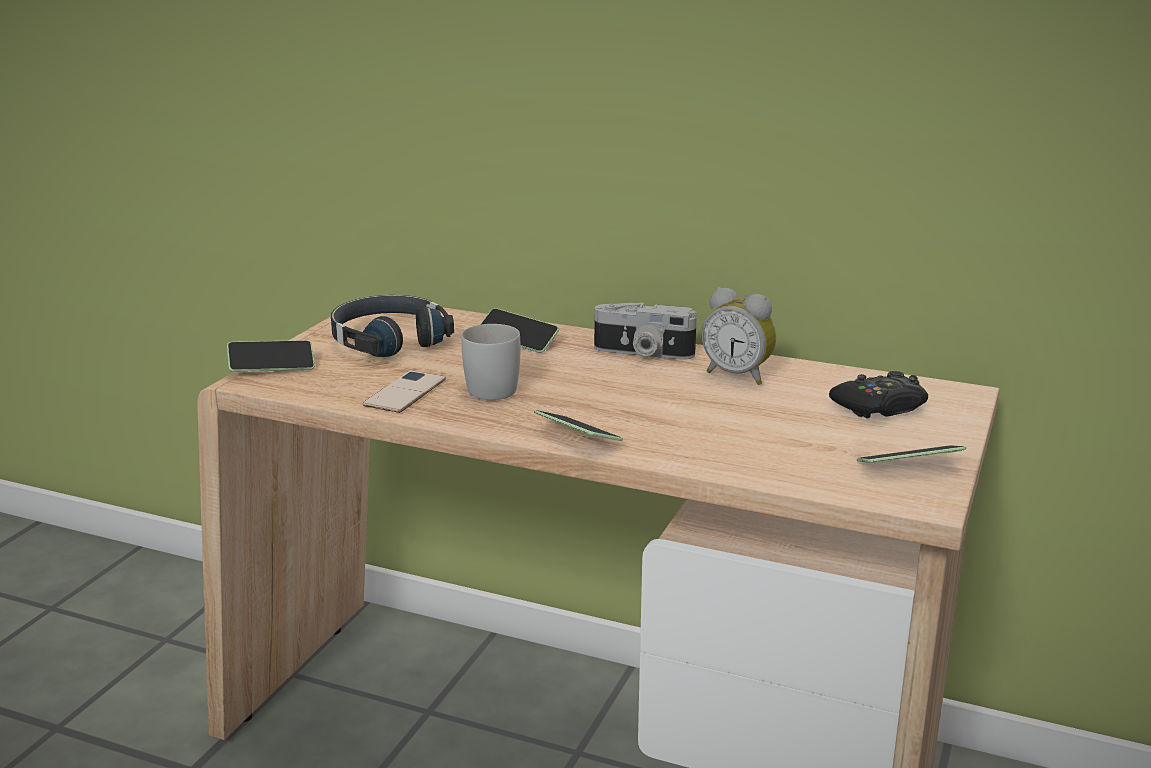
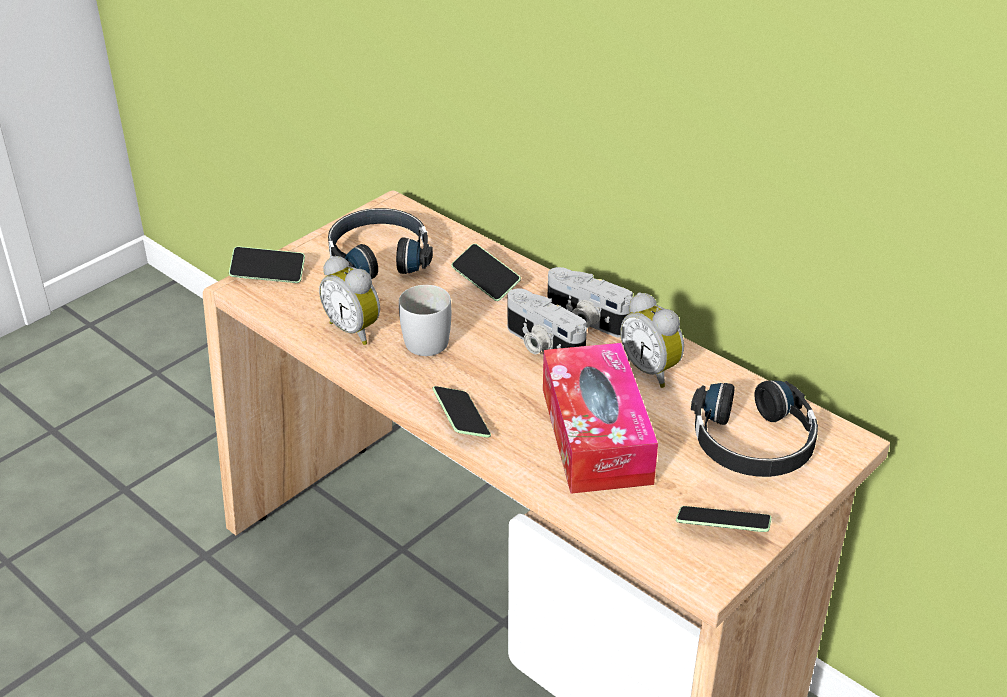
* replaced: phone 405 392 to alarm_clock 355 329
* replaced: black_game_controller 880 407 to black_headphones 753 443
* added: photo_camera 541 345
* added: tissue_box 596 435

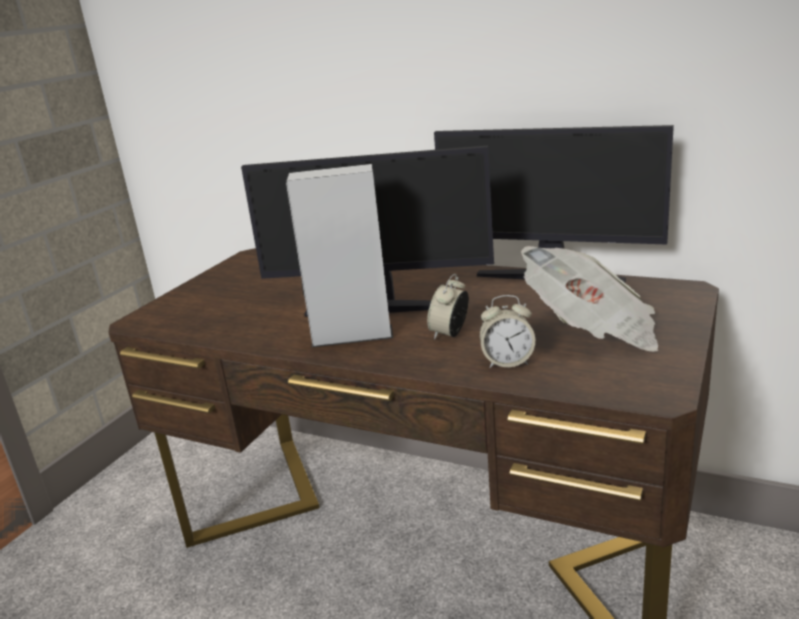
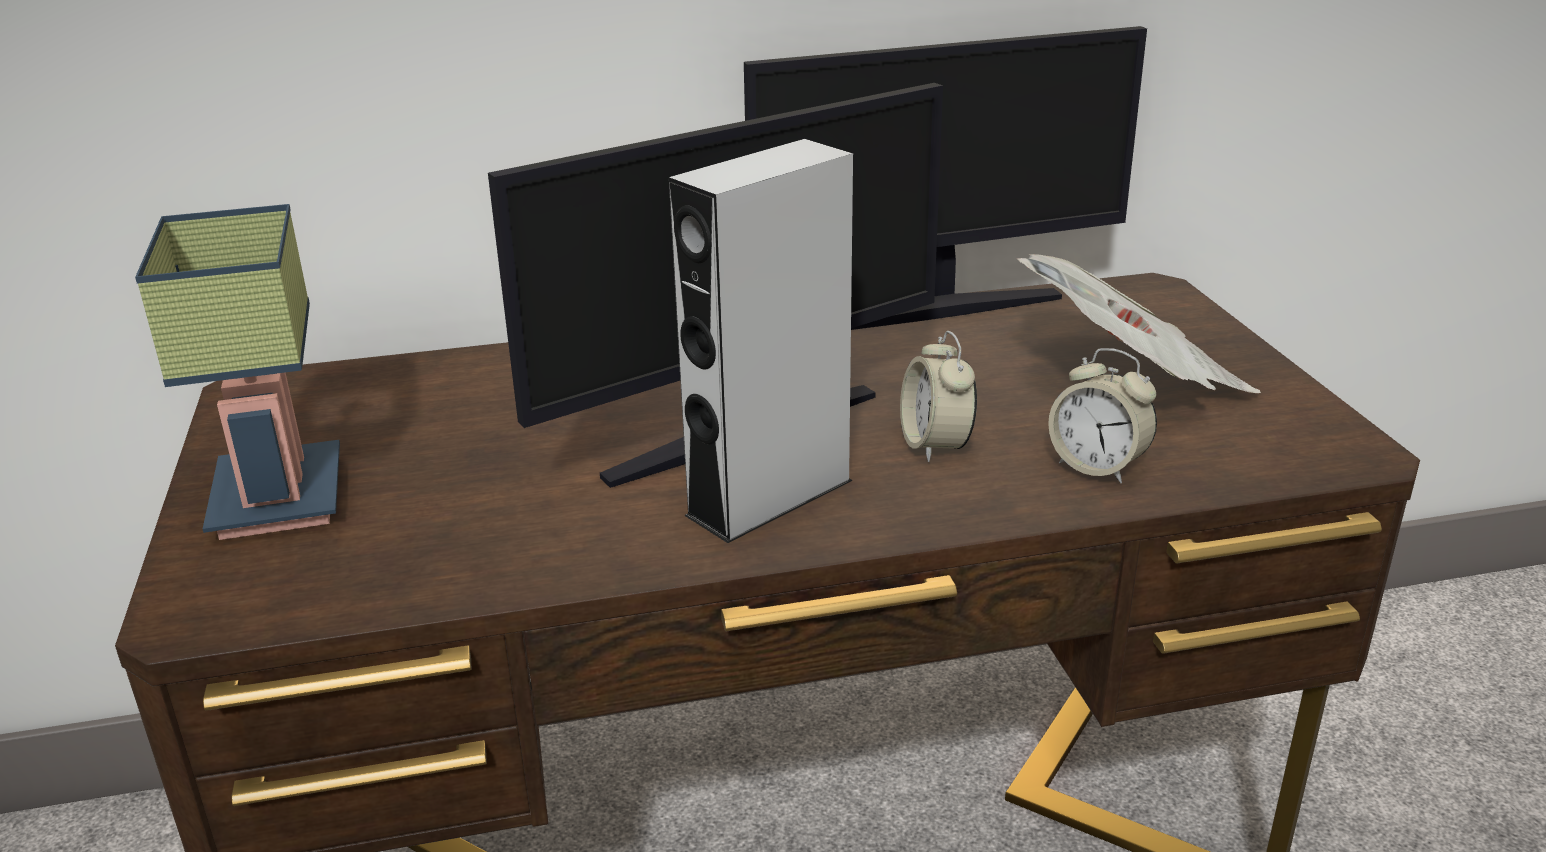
* turned: alarm_clock 507 362 = 1097 466 75 degrees clockwise
* added: table_lamp 286 501

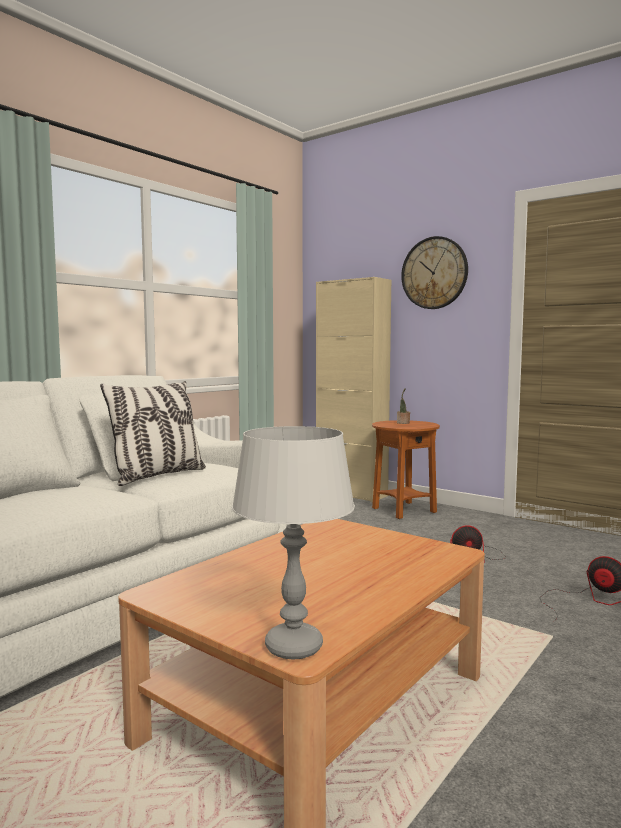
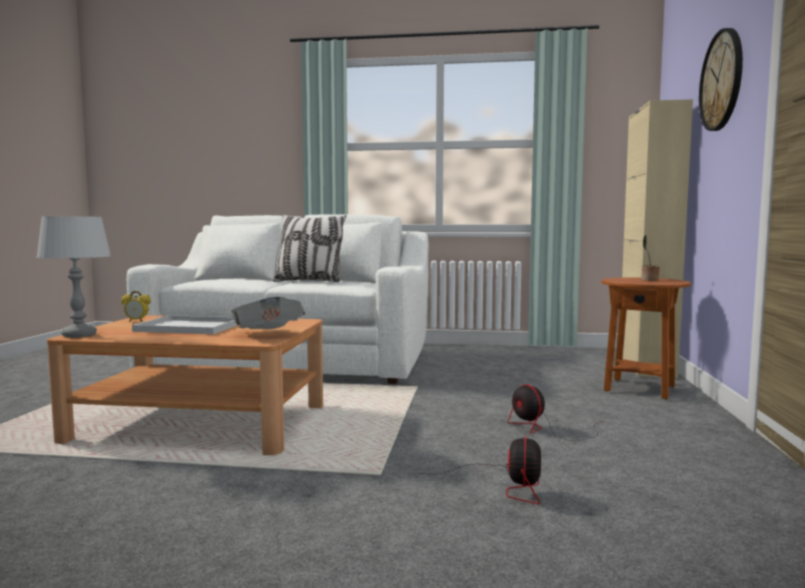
* added: alarm_clock 137 321
* added: white_tray 187 327
* added: newspaper 269 335

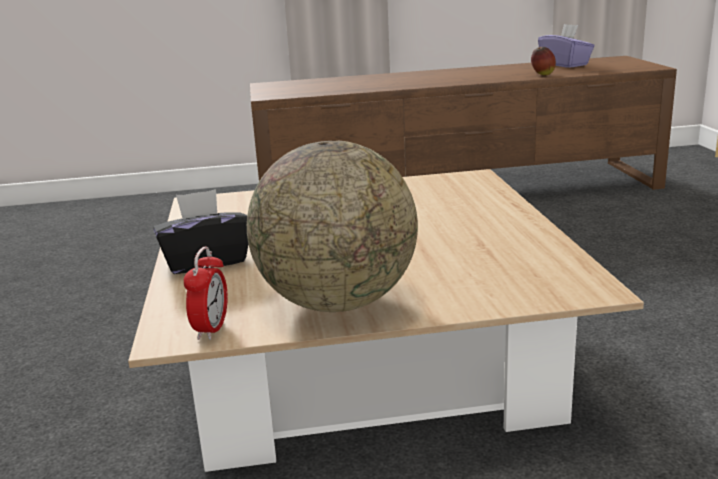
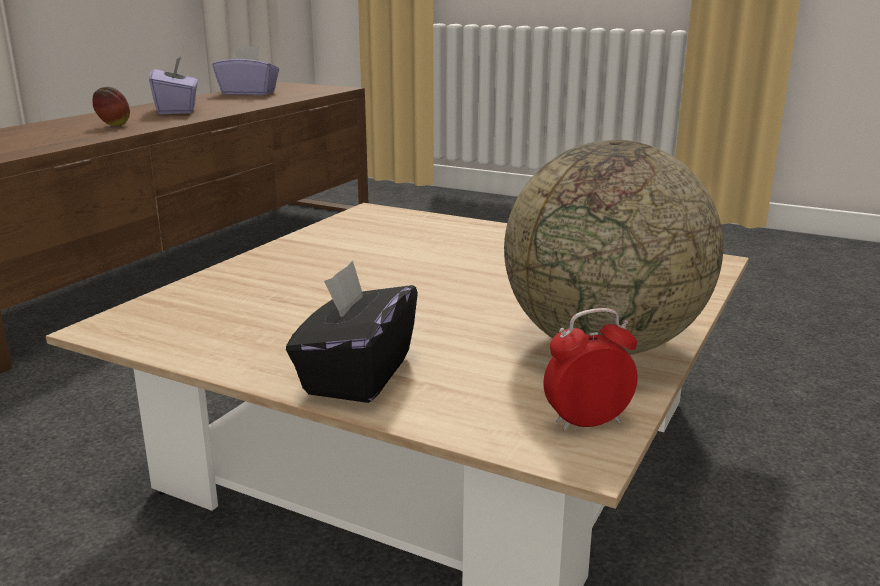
* turned: alarm_clock 211 329 = 587 422 60 degrees counterclockwise
* moved: apple 542 75 to 114 125
* added: purple_tissue_box 178 110

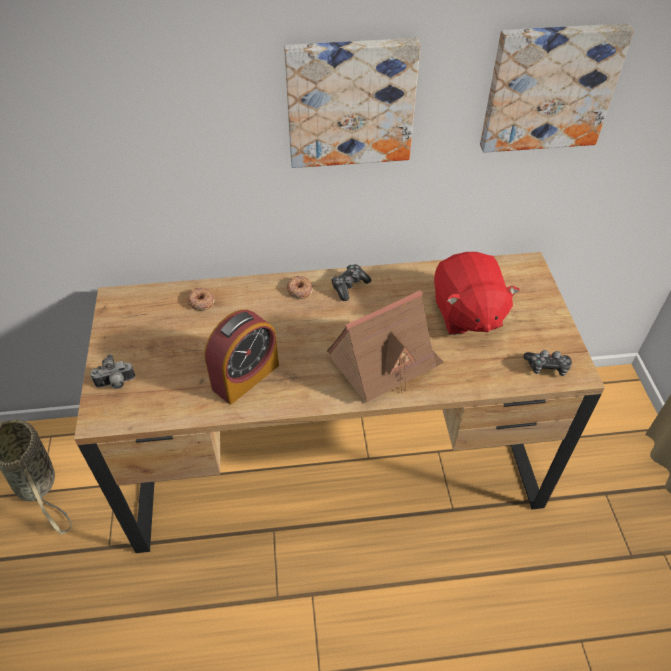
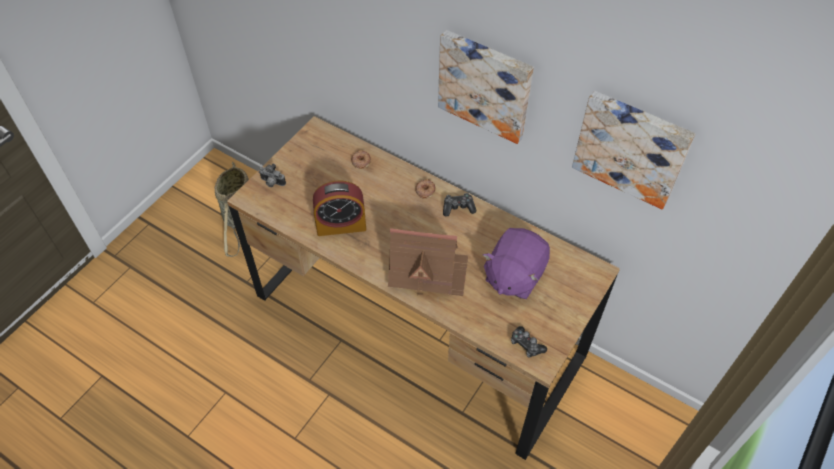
* recoloured: red_plush_toy 466 314 to purple_plush_toy 513 275

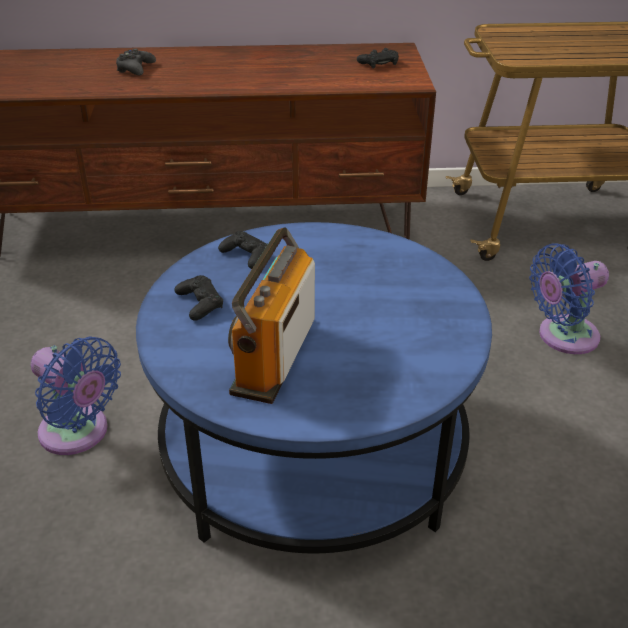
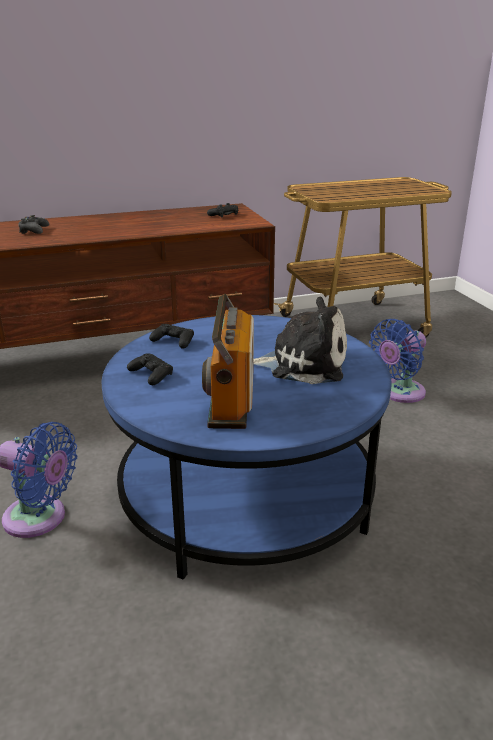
* added: plush_toy 302 363

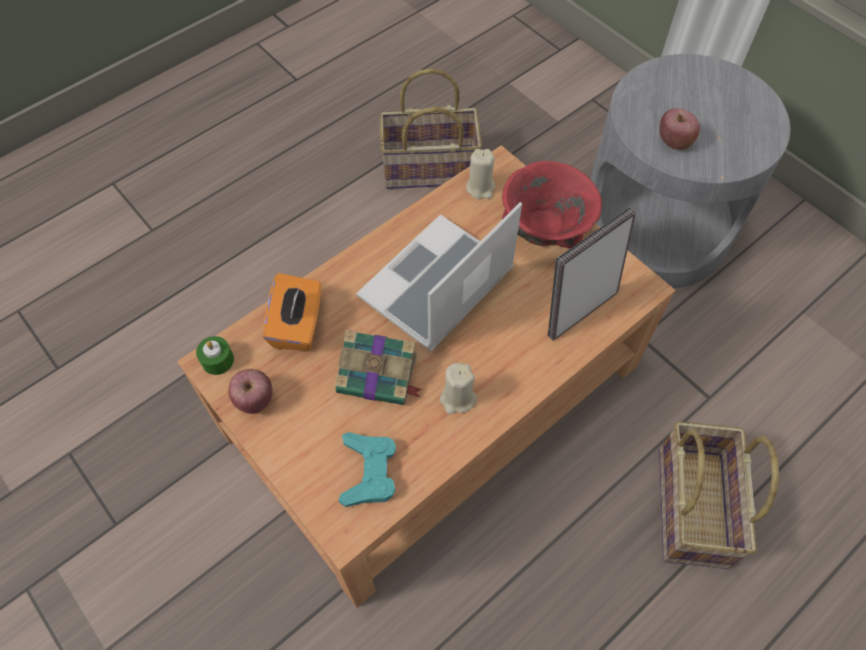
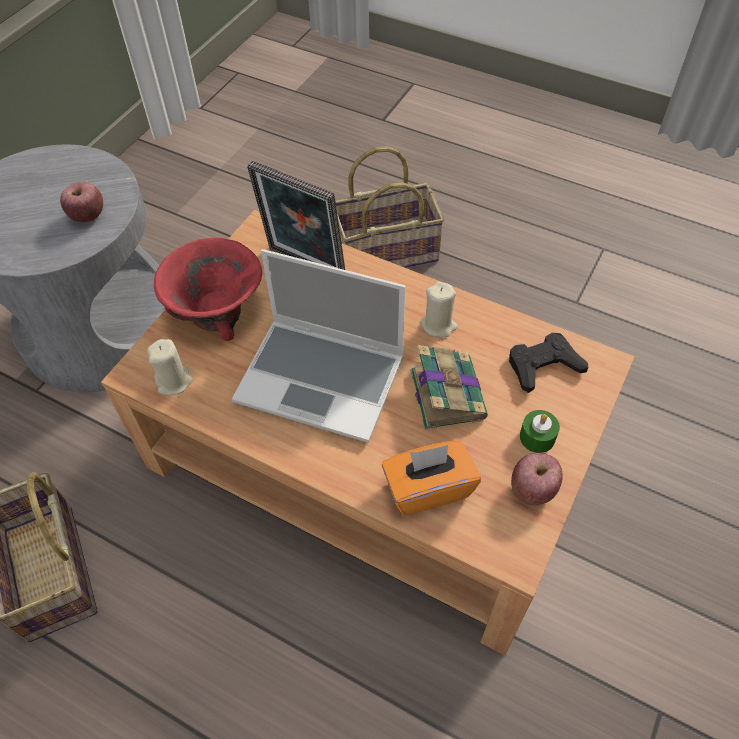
* moved: green_candle 217 360 to 537 437
* recoloured: turquoise_game_controller 368 471 to black_game_controller 543 366

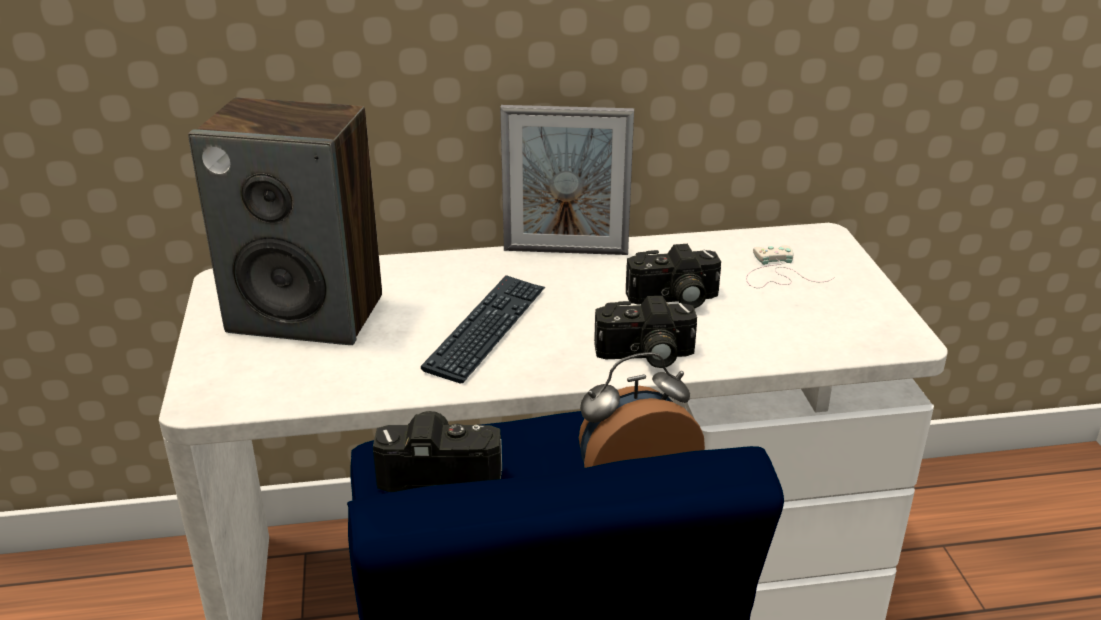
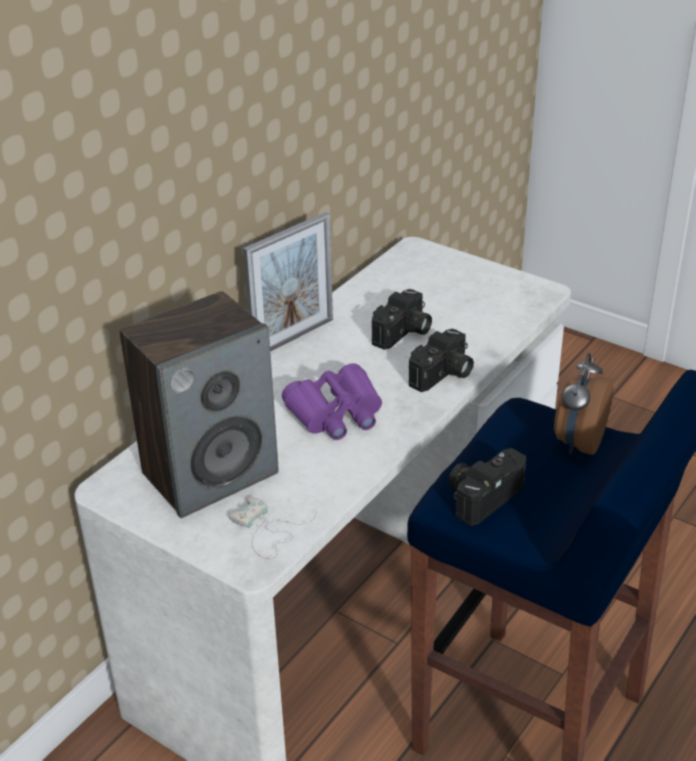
* replaced: keyboard 486 329 to purple_binoculars 336 414
* moved: white_game_controller 776 273 to 268 531

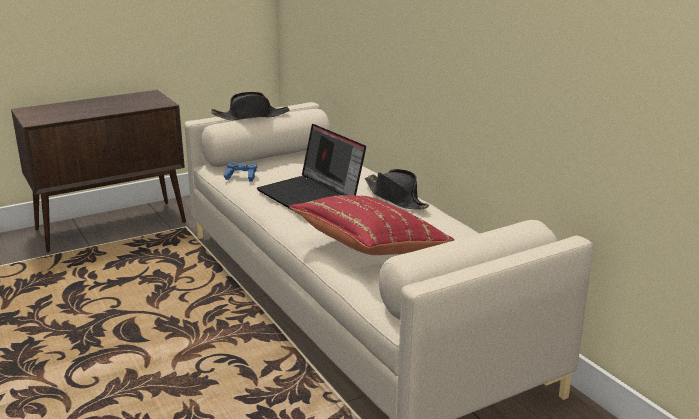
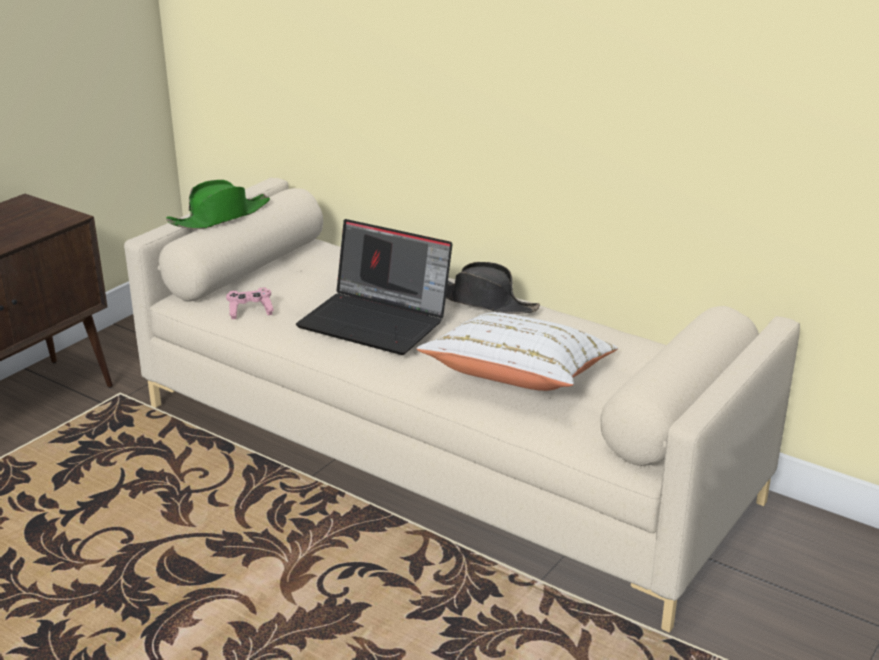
* recoloured: black_hat 251 116 to green_hat 220 217
* recoloured: blue_game_controller 241 177 to pink_game_controller 250 311
* recoloured: red_pillow 370 248 to white_pillow 518 379

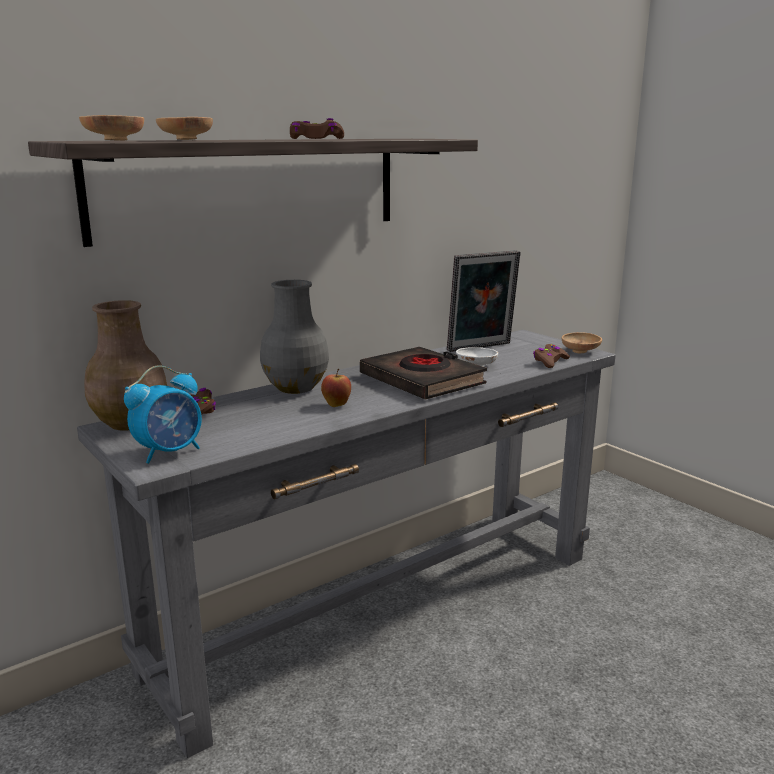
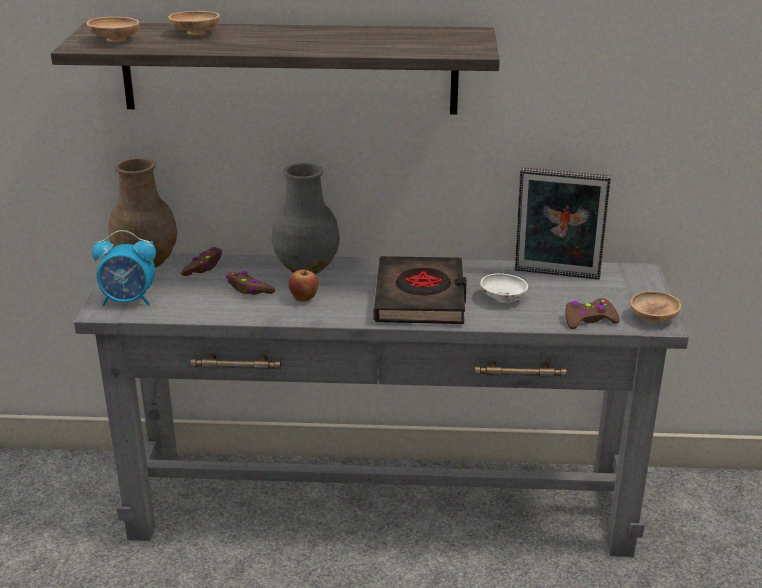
* moved: brown_game_controller 316 139 to 249 289

